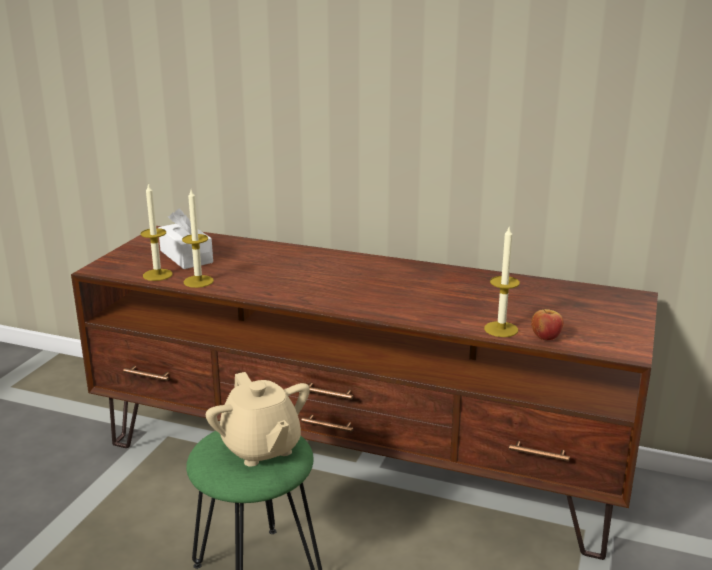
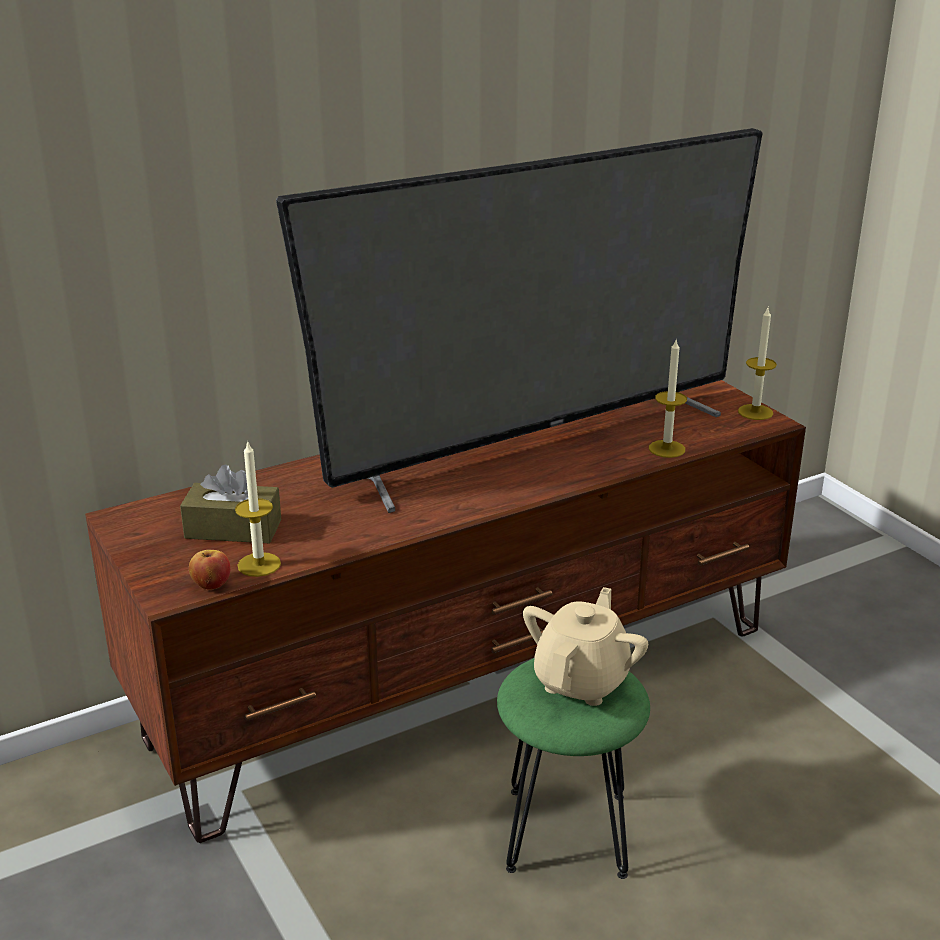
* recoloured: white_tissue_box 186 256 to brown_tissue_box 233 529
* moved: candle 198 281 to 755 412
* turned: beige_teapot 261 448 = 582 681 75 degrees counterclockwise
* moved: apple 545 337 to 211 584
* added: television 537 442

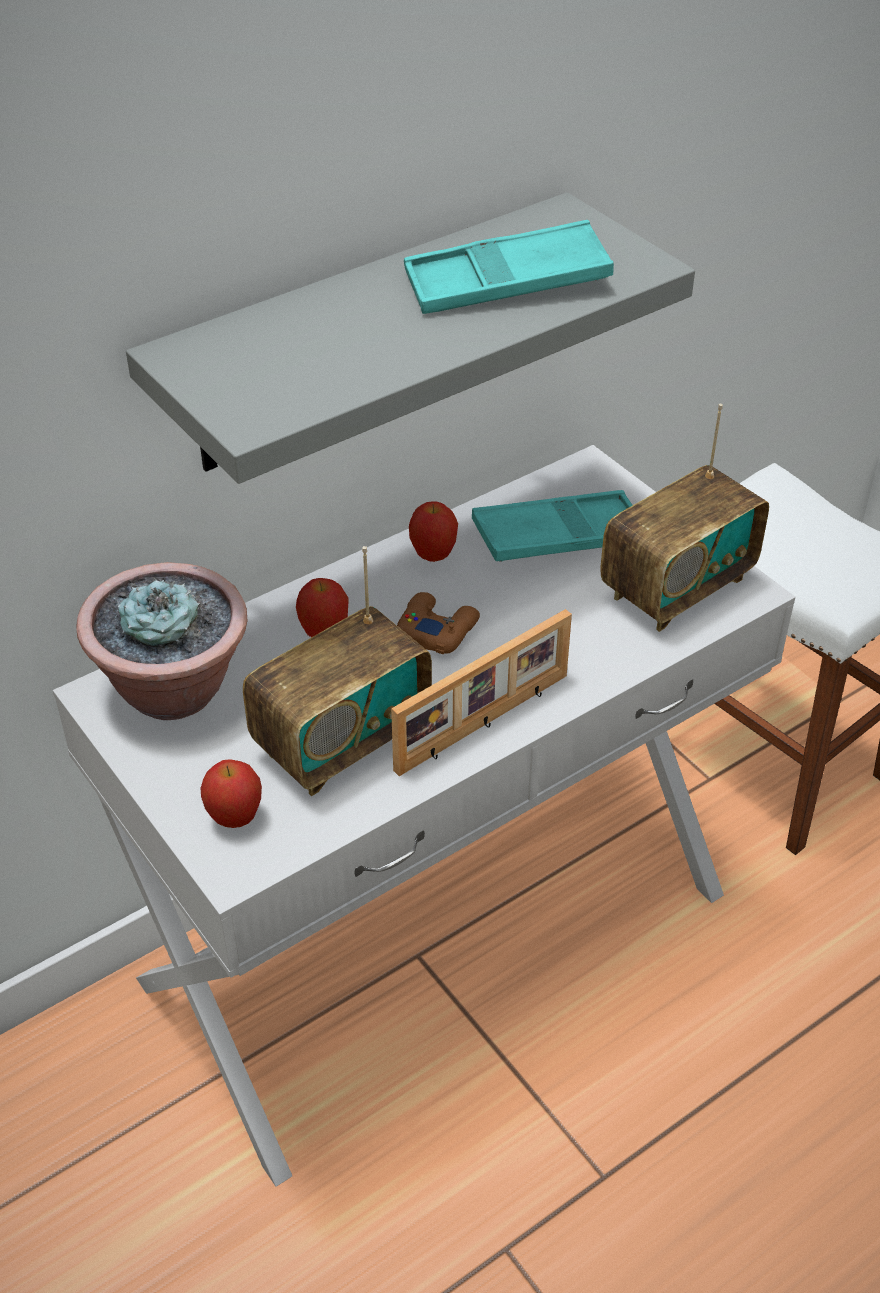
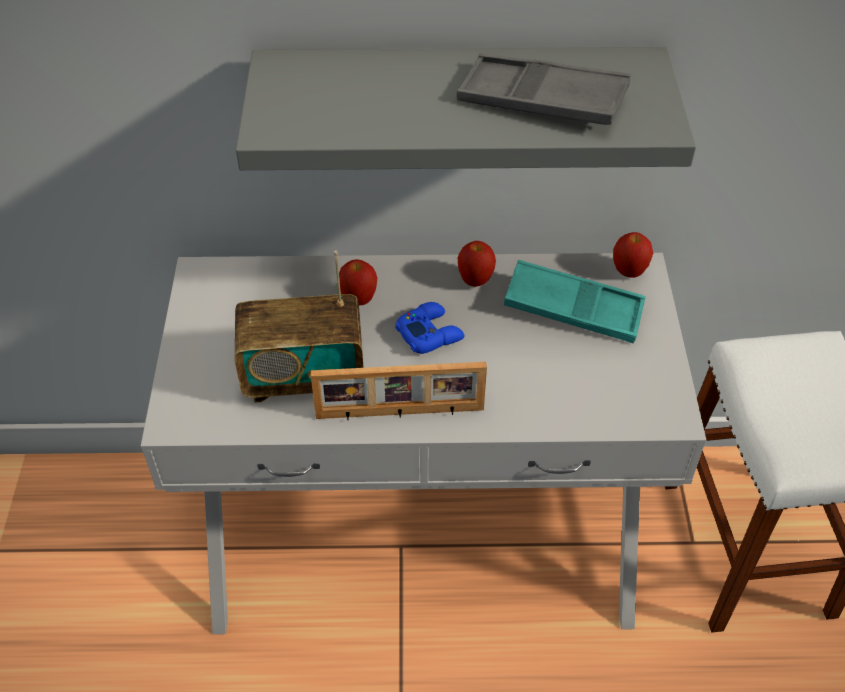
* removed: potted_plant 175 689
* moved: apple 235 818 to 628 272
* recoloured: brown_game_controller 436 629 to blue_game_controller 429 333
* recoloured: turquoise_tray 507 283 to grey_tray 542 100
* removed: radio 677 587

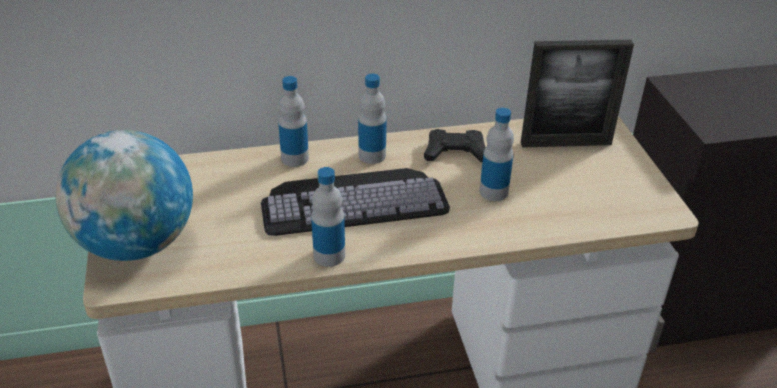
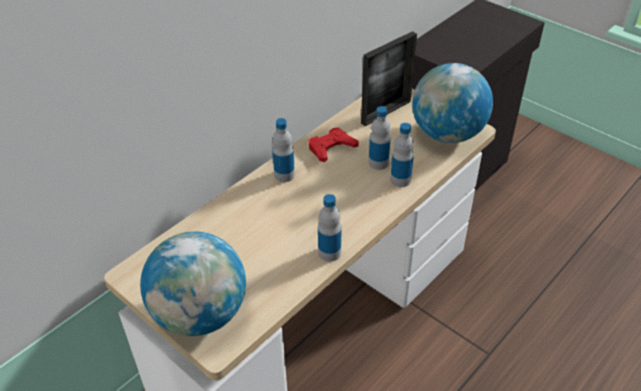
* removed: keyboard 354 199
* moved: bottle 295 158 to 400 180
* recoloured: black_game_controller 455 152 to red_game_controller 331 148
* added: globe 447 134

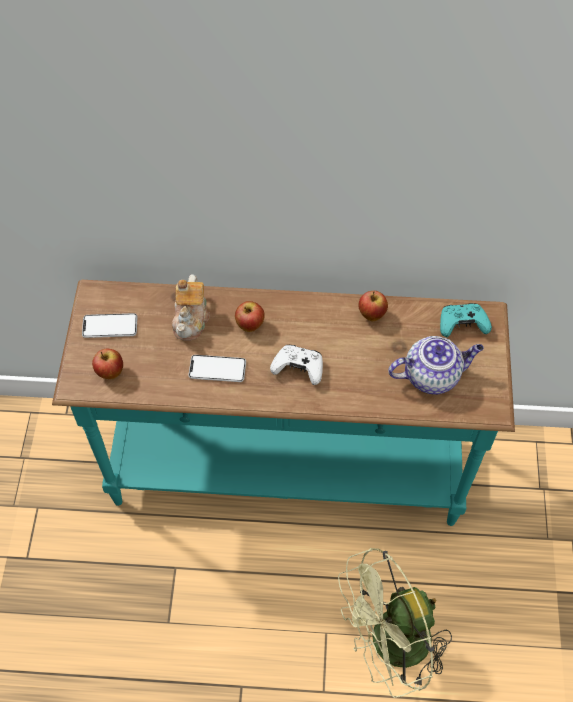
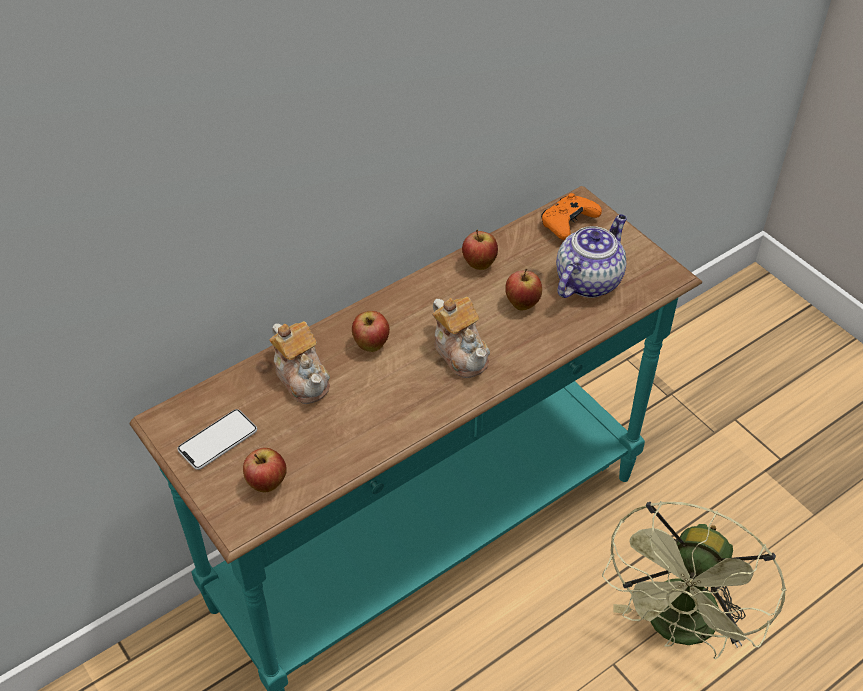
* removed: phone 217 369
* replaced: white_game_controller 298 368 to teapot 461 352
* recoloured: turquoise_game_controller 462 325 to orange_game_controller 568 224
* added: apple 522 304

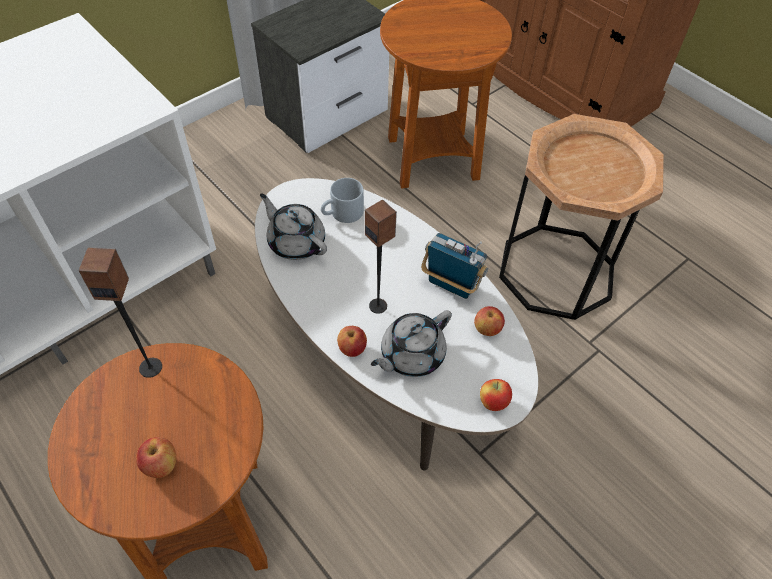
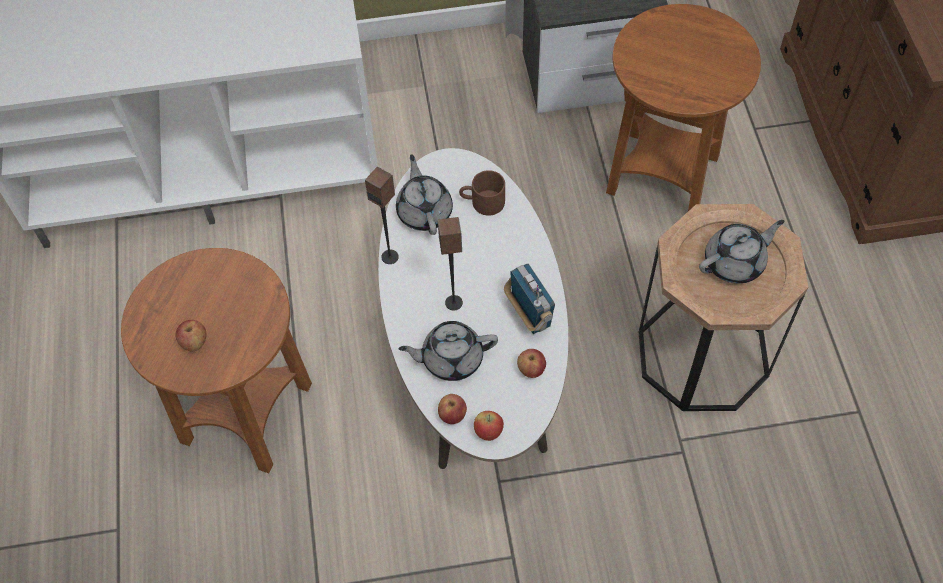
* moved: speaker 151 367 to 390 256
* recoloured: grey_mug 342 213 to brown_mug 482 203
* moved: apple 352 349 to 452 415
* added: grey_teapot 735 262

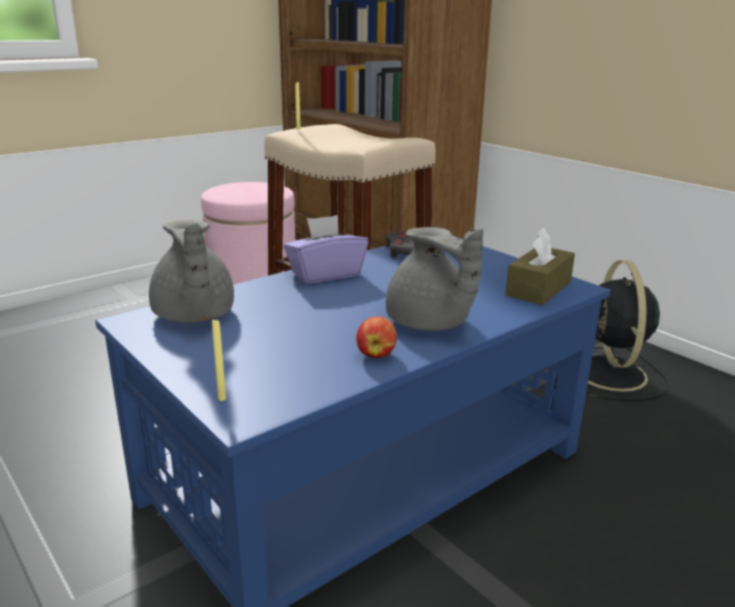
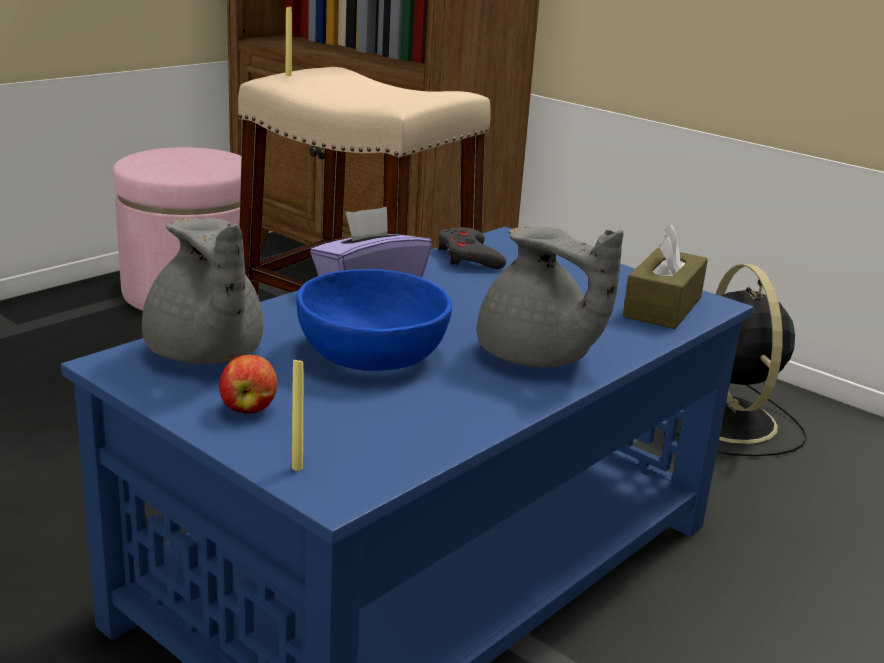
* moved: apple 376 354 to 248 408
* added: blue_bowl 373 353

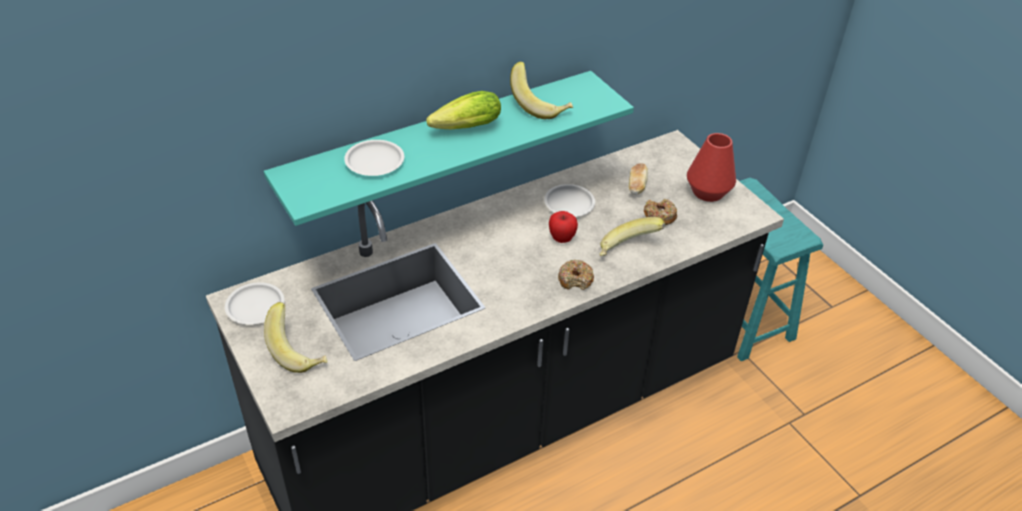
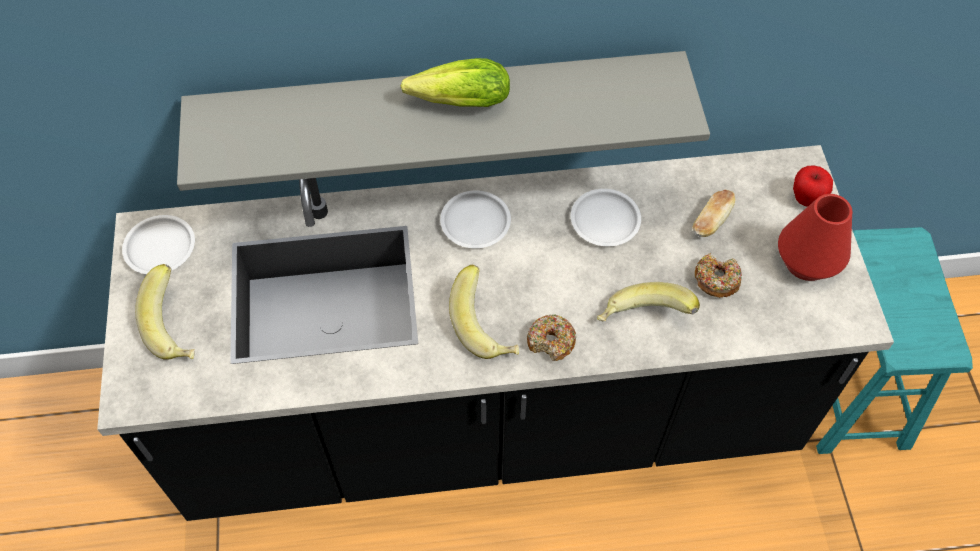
* recoloured: turquoise_shelf 440 146 to grey_shelf 439 106
* moved: white_plate 375 162 to 476 223
* moved: banana 540 105 to 487 327
* moved: apple 561 238 to 806 199

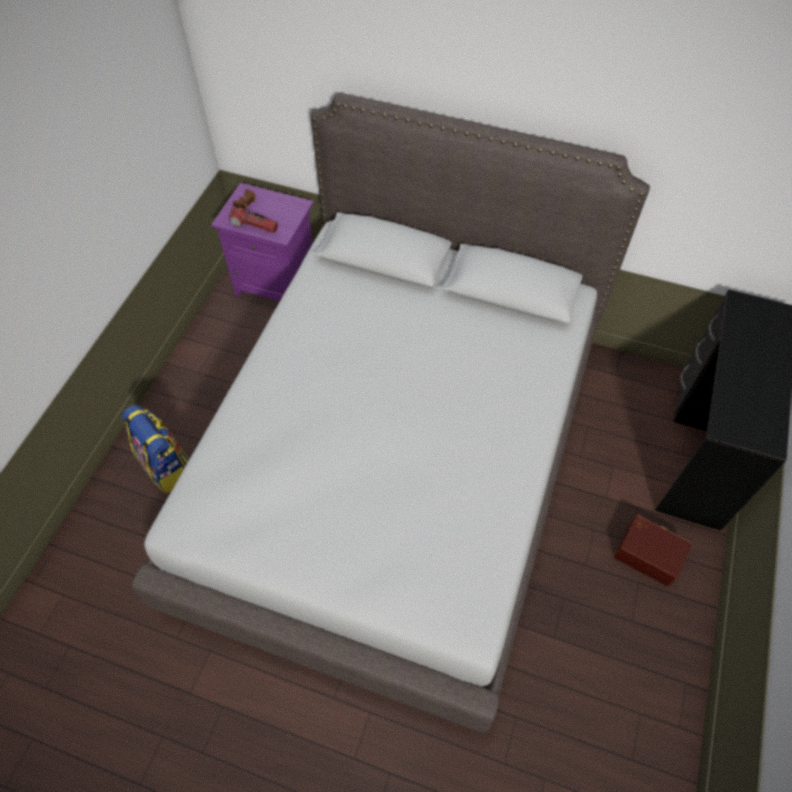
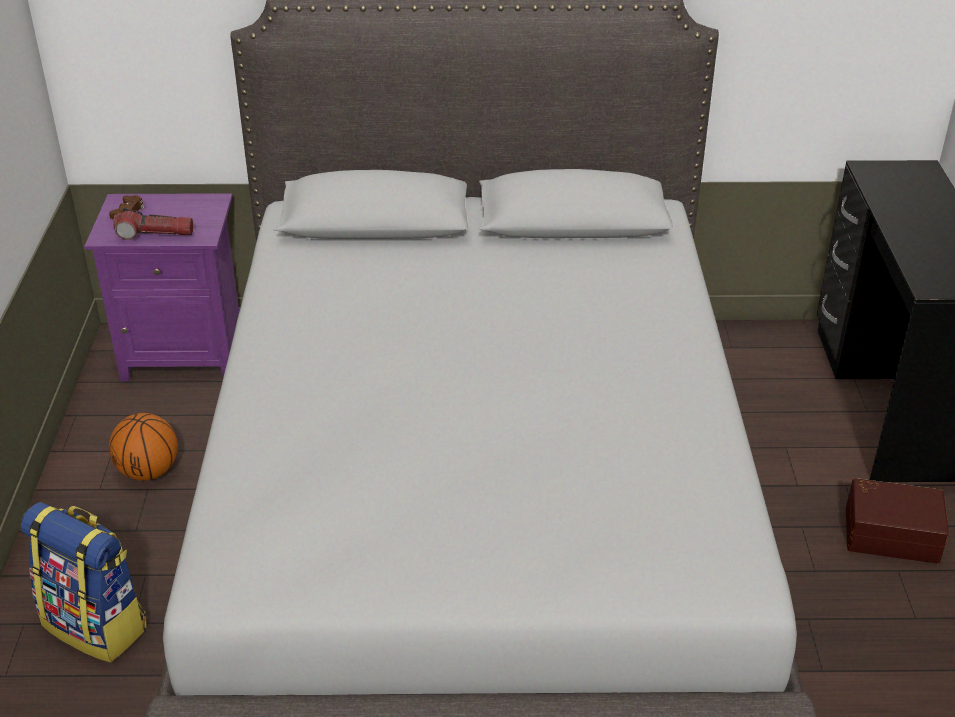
* added: basketball 148 472

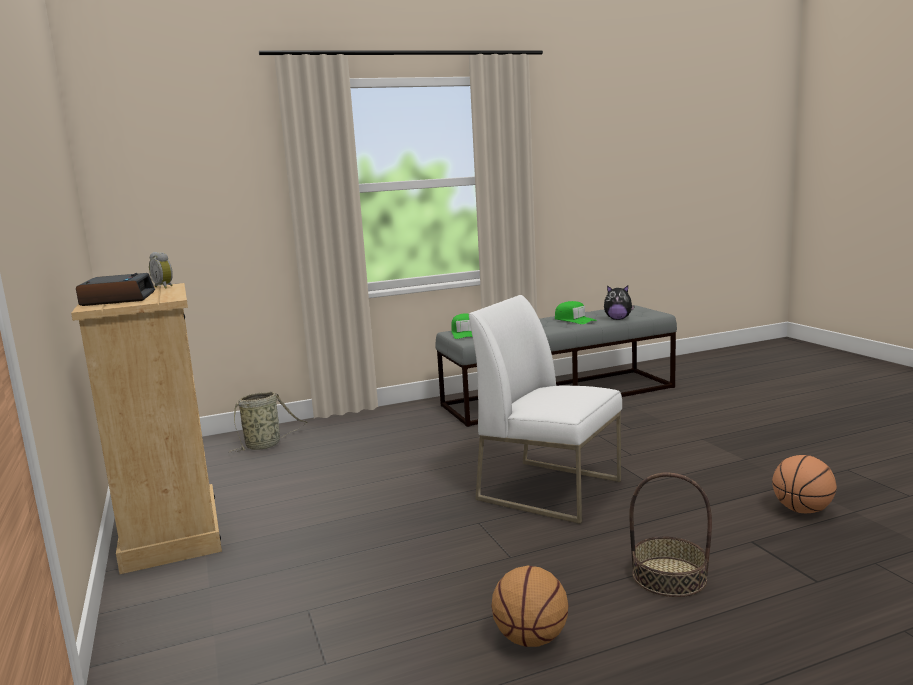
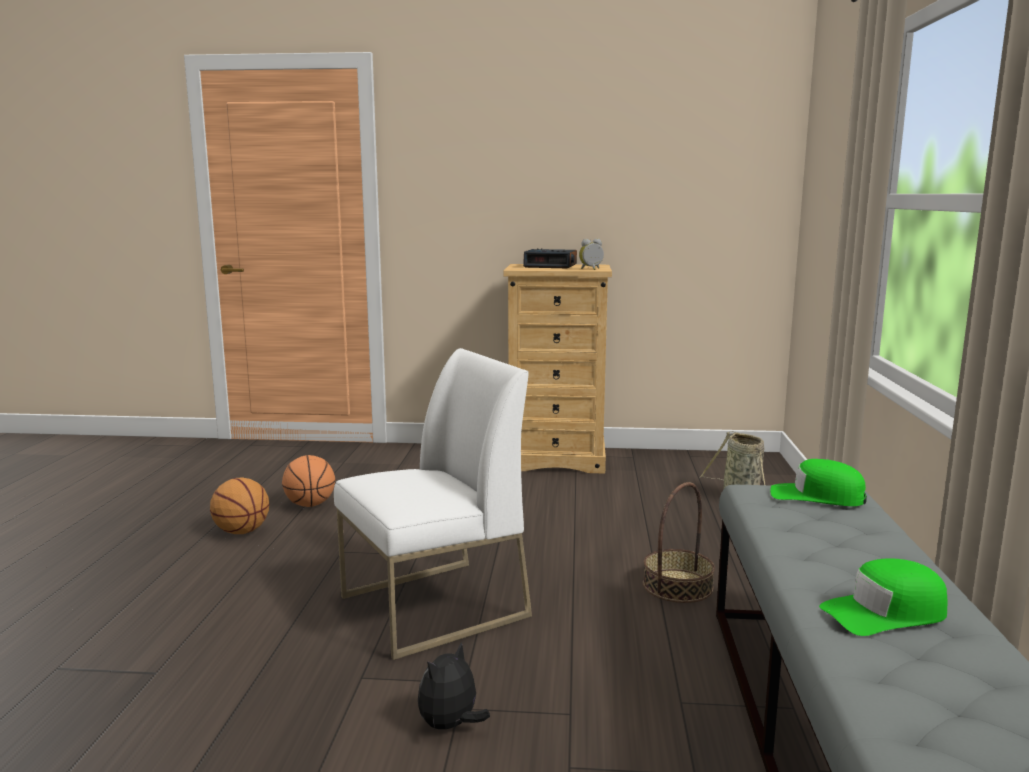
* moved: plush_toy 618 319 to 450 726
* moved: basket 669 577 to 677 586
* moved: basketball 802 510 to 310 505

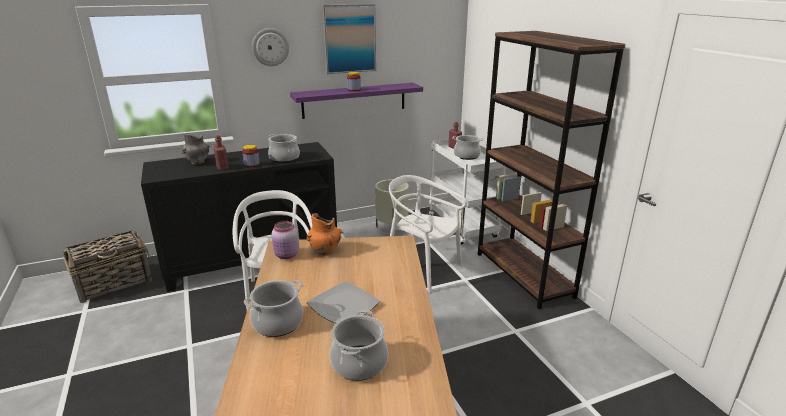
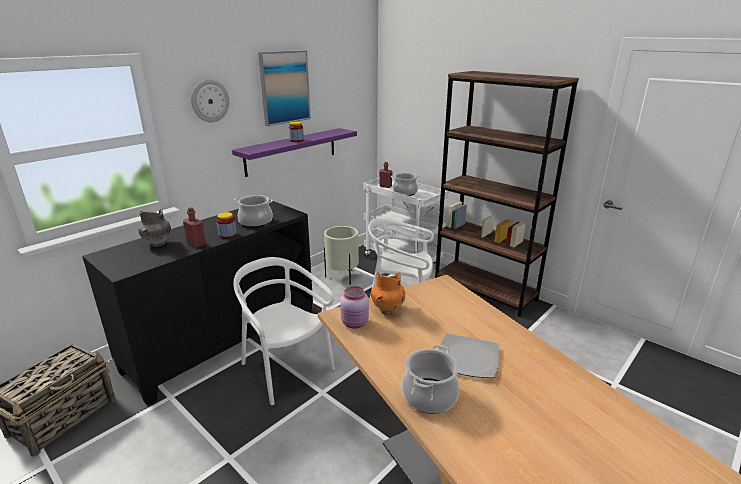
* removed: cooking_pot 359 363

